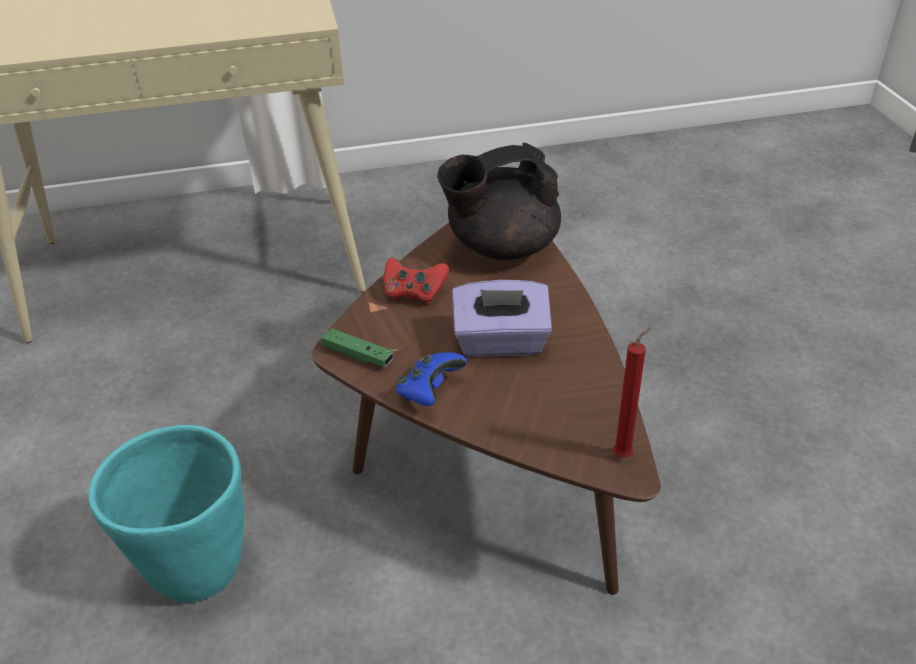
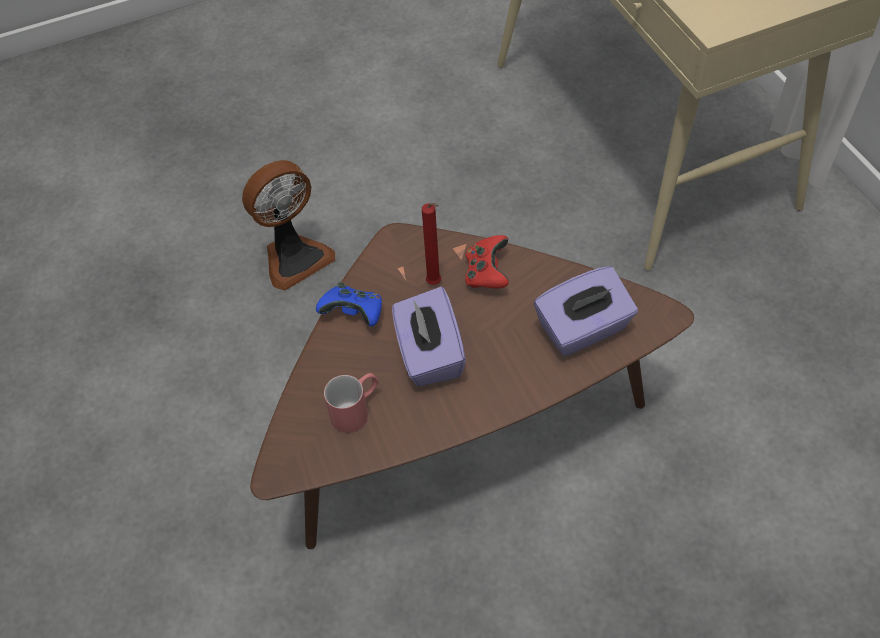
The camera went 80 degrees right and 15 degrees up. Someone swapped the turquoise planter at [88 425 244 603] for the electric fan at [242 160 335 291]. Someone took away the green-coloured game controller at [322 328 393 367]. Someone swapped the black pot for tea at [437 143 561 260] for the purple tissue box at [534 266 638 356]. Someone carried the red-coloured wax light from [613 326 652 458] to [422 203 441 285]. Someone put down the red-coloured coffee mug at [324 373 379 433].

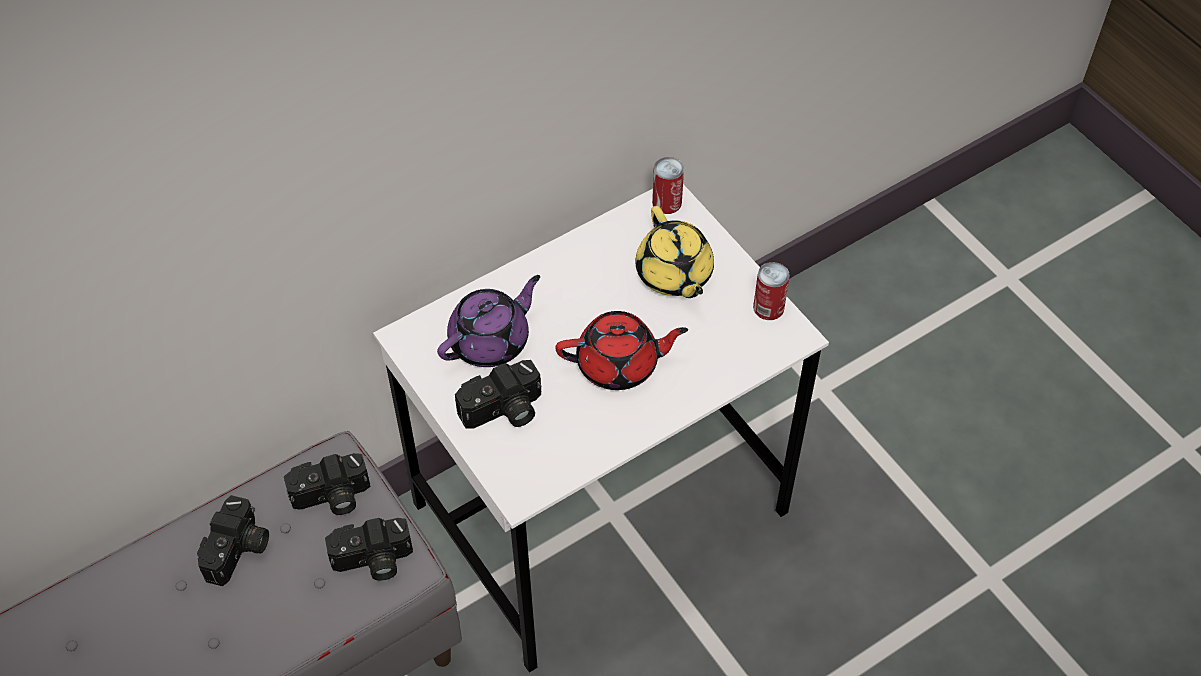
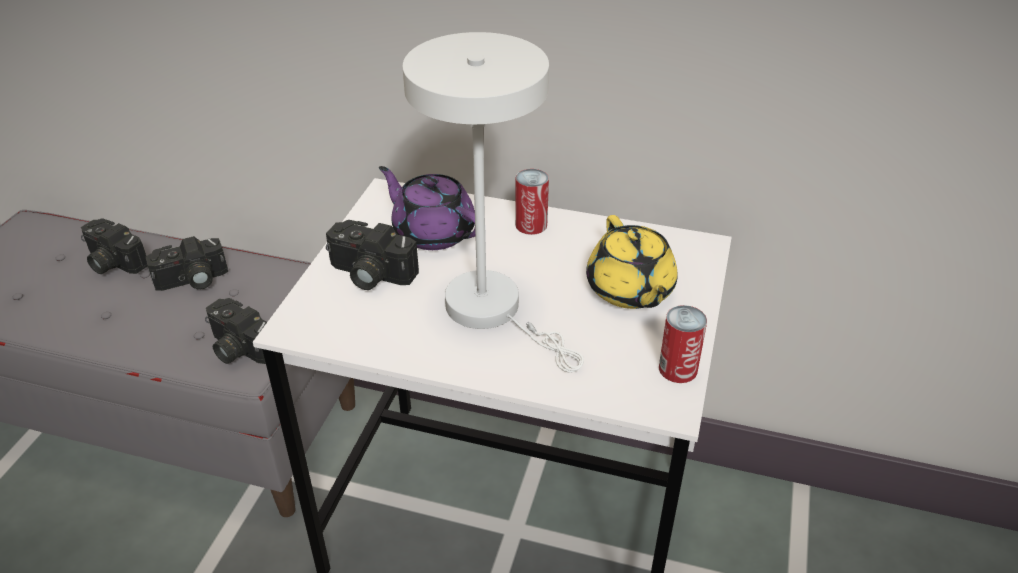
The camera went 50 degrees right and 15 degrees down. Someone carried the photo camera from [284 453 371 515] to [81 218 148 274]. Someone rotated the purple pot for tea at [437 275 540 367] by 150 degrees counterclockwise. Someone swapped the red-coloured pot for tea at [556 311 688 390] for the white-coloured table lamp at [402 32 584 372]. Someone rotated the yellowish pot for tea at [635 206 714 298] by 45 degrees counterclockwise. Someone carried the sealed can from [652 157 684 214] to [515 169 549 235].

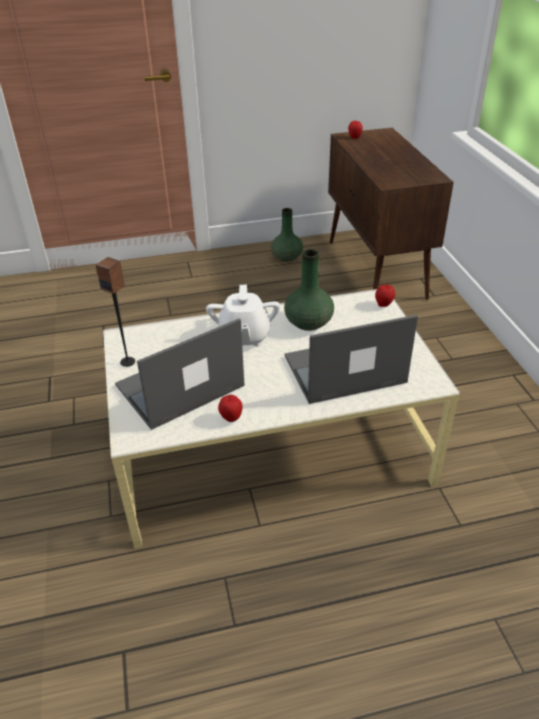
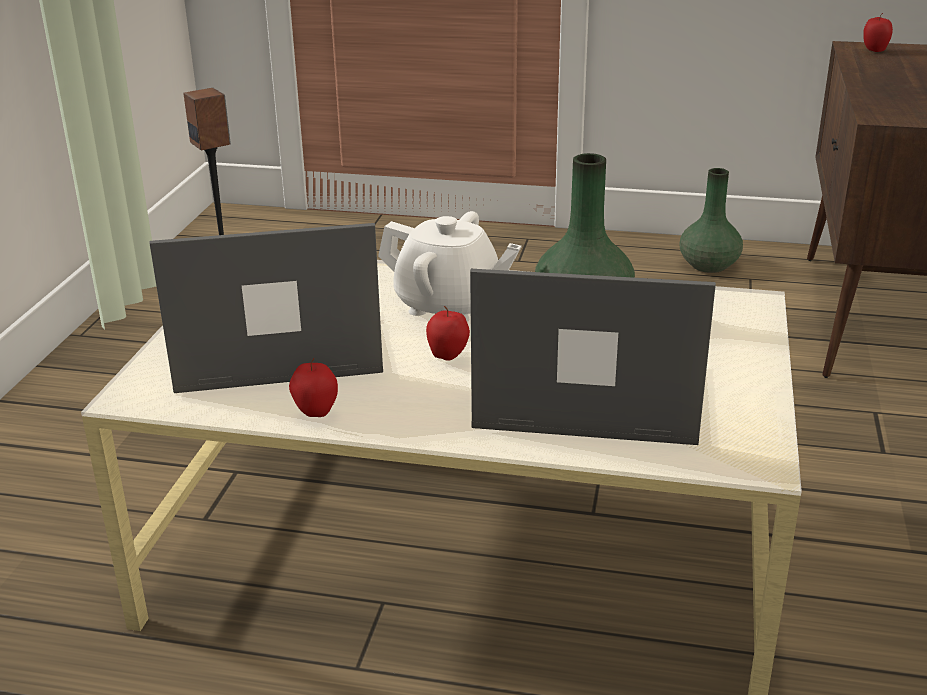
The camera went 25 degrees right and 10 degrees down. Someone rotated the white-coloured pot for tea at [206 285 280 346] by 90 degrees counterclockwise. Someone carried the apple fruit from [375 284 395 307] to [426 306 470 361].

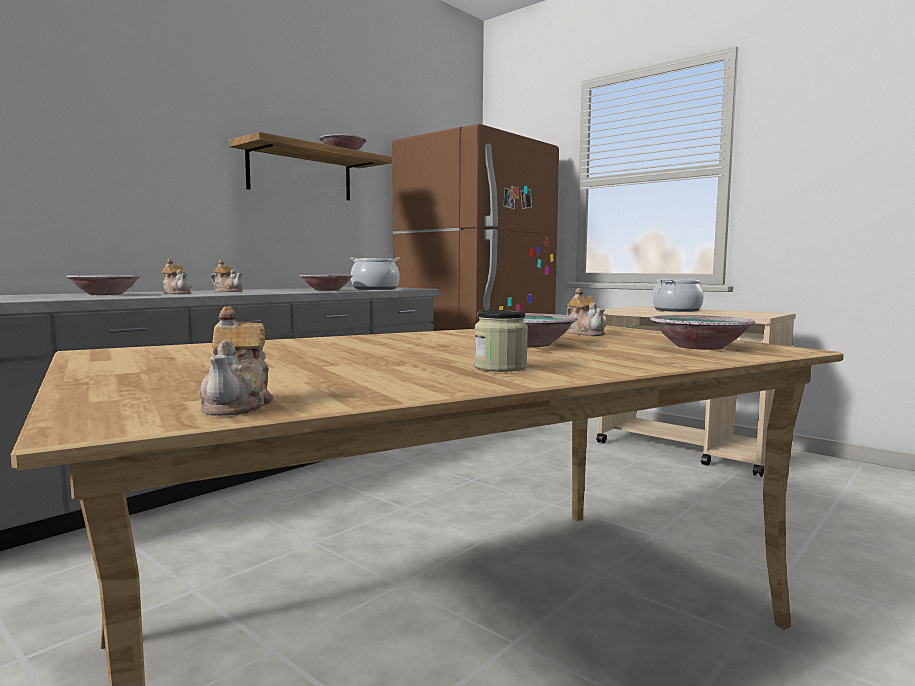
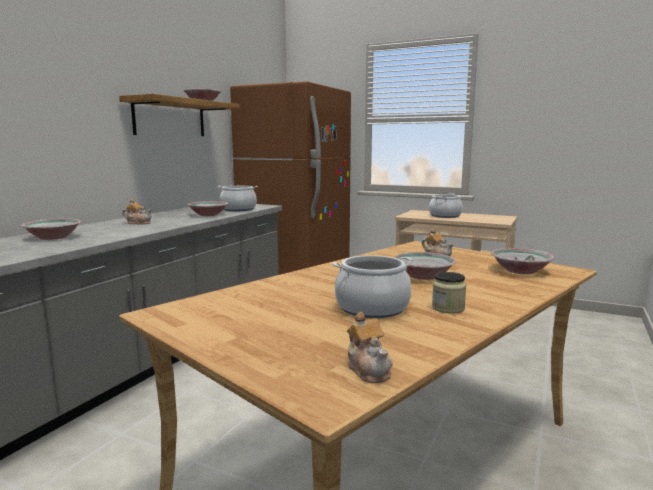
The camera went 15 degrees left and 5 degrees up. Someone took away the pot for tea at [162 259 192 294]. Someone put down the cooking pot at [333 255 413 318].

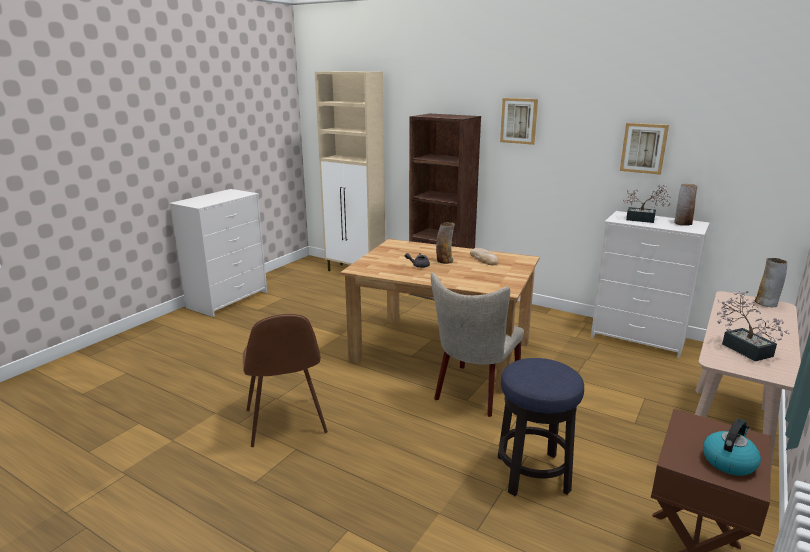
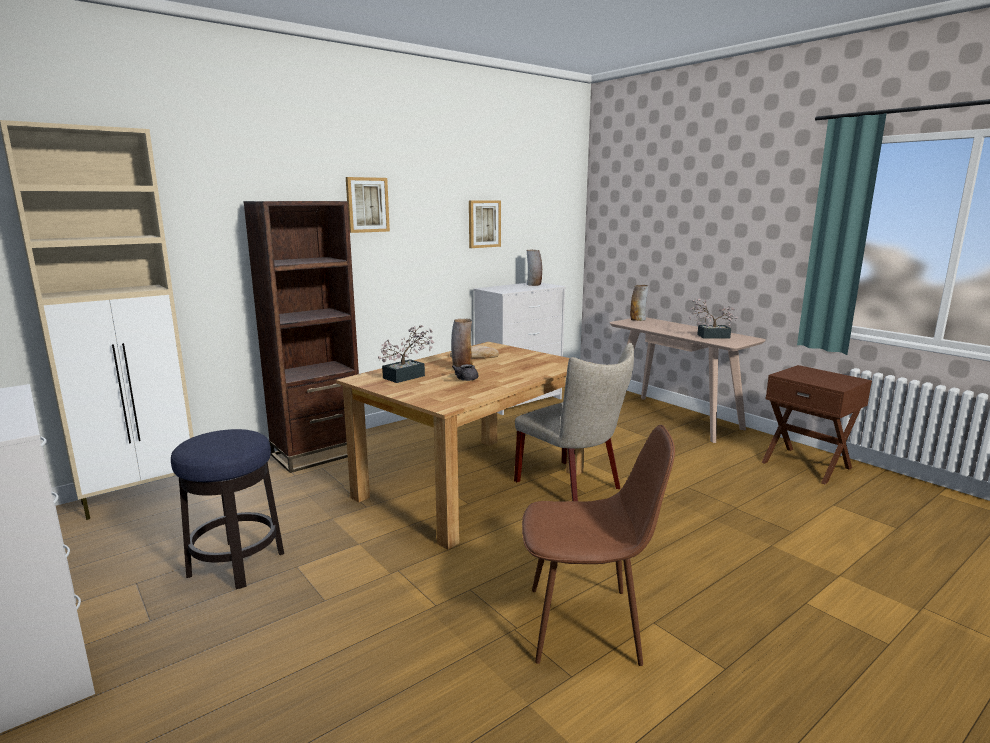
The camera went 70 degrees left and 5 degrees down. Someone carried the stool from [498 358 584 496] to [171 429 284 589]. Someone carried the plant in a pot from [621 185 671 223] to [378 325 434 383]. Someone took away the water kettle at [703 419 761 476].

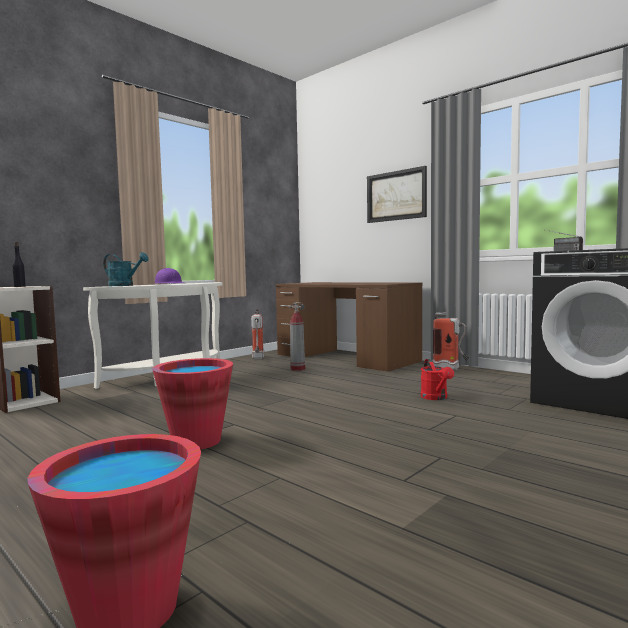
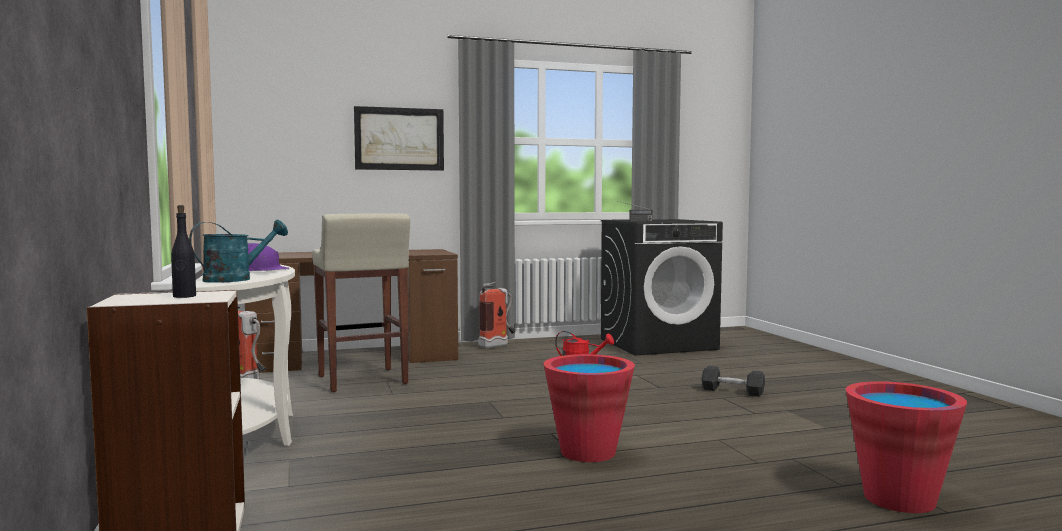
The camera went 60 degrees left and 0 degrees up. Someone swapped the extinguisher at [289 302 305 371] for the beige-coloured stool at [312 213 410 392]. Someone put down the gray hand weight at [702 366 765 397].

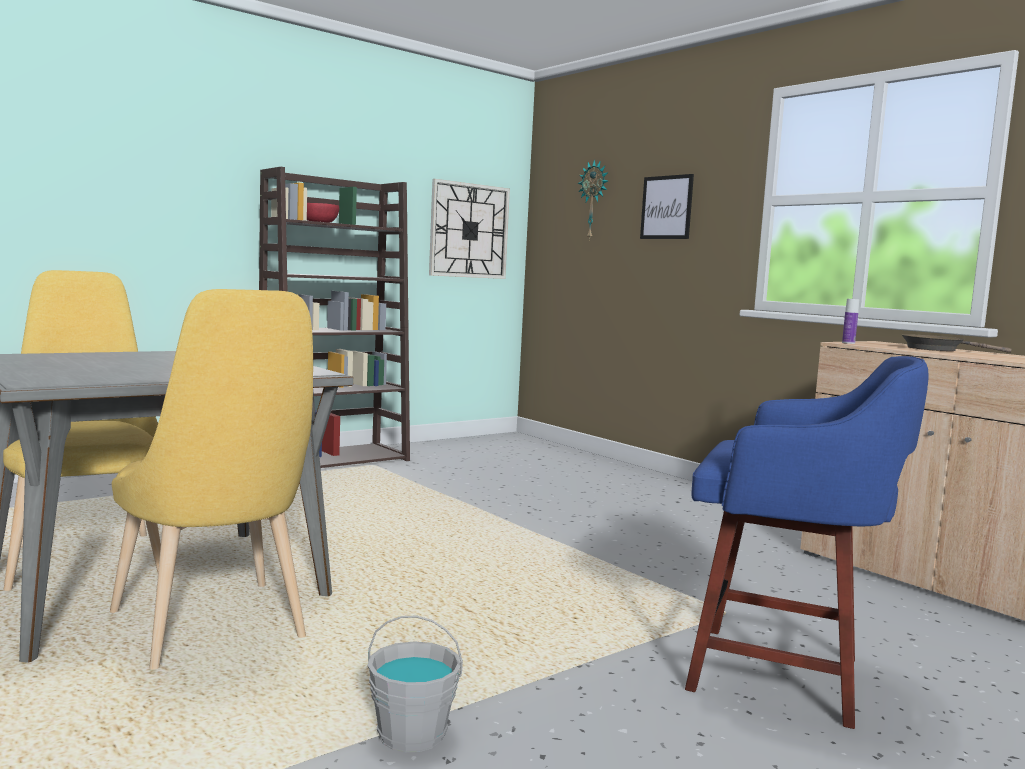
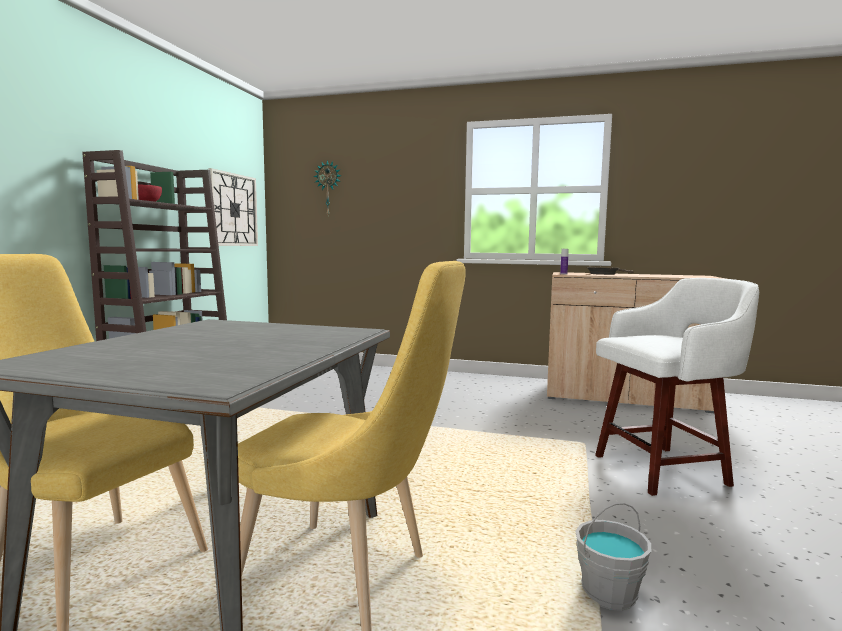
The camera went 35 degrees left and 0 degrees up. Someone took away the picture at [640 174 694 239]. Someone repainted the blue-coloured stool at [685 356 929 729], which became the white-coloured stool at [595 278 759 496].

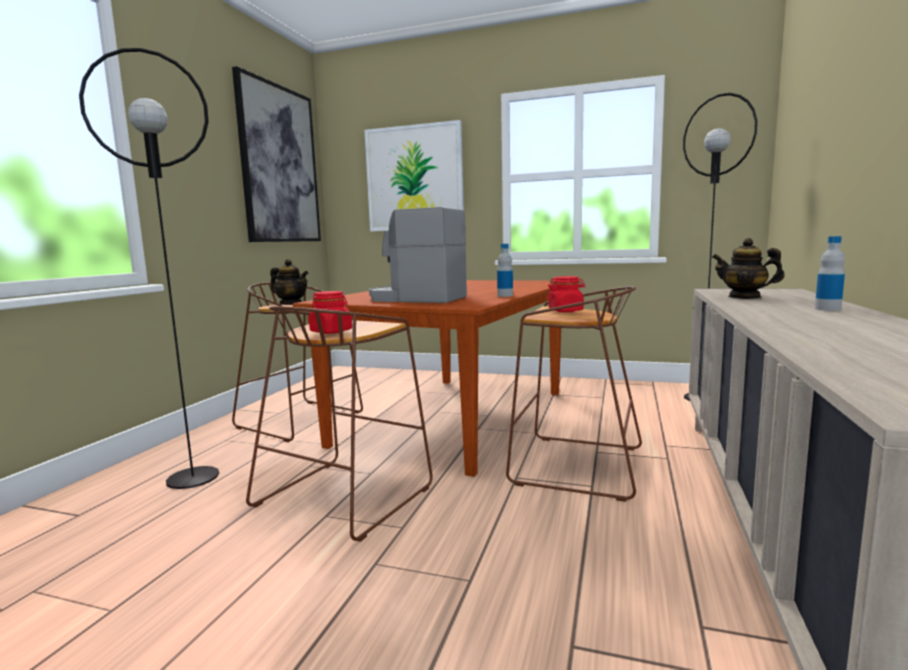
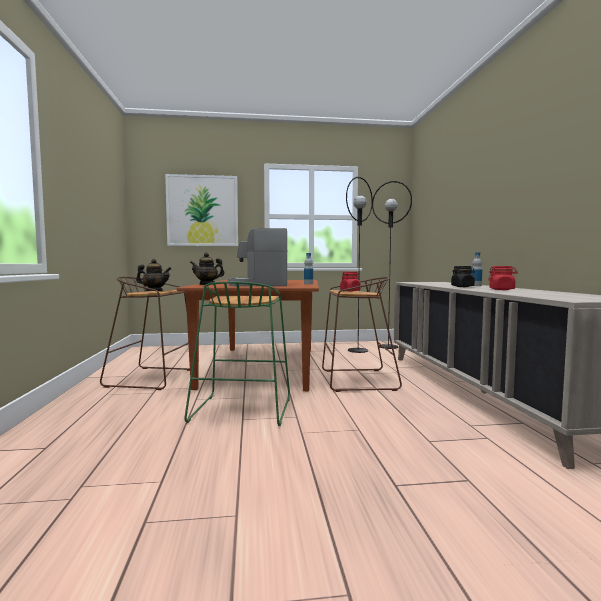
The camera went 25 degrees left and 5 degrees down. Someone carried the black floor lamp from [79 48 219 489] to [346 177 373 353]. Someone took away the picture at [232 66 321 242]. Someone repainted the brownish stool at [246 306 433 542], which became the green-coloured stool at [184 281 290 426]. Someone carried the red-coloured jar from [309 291 352 334] to [488 266 518 290]. Someone carried the pot for tea from [712 238 785 299] to [190 253 225 285]. Someone put down the black jar at [451 266 475 287].

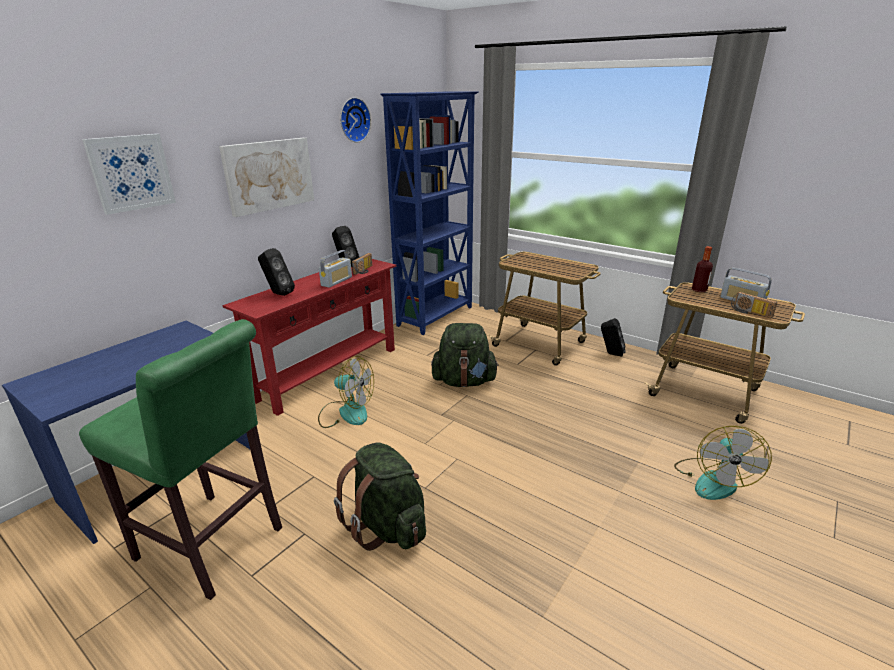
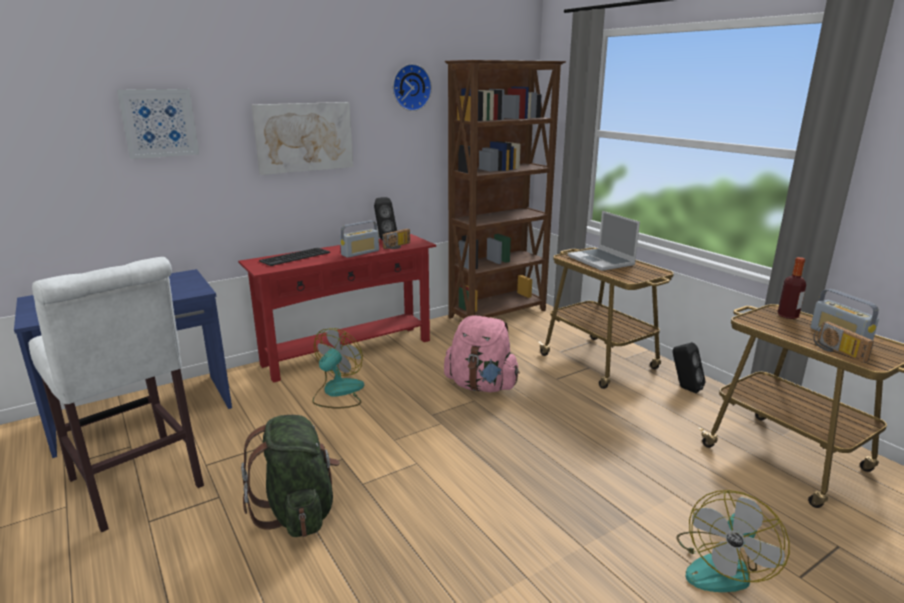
The camera went 20 degrees right and 5 degrees down. Someone repainted the green-coloured stool at [79 319 282 600], which became the white-coloured stool at [28 257 204 532]. Someone swapped the black loudspeaker at [258 248 295 296] for the computer keyboard at [259 248 330 266]. Someone rotated the electric fan at [318 356 374 428] by 105 degrees counterclockwise. Someone repainted the blue-coloured shelving unit at [380 92 479 335], which became the brownish shelving unit at [445 60 566 319]. Someone repainted the green-coloured backpack at [431 323 499 387], which became the pink backpack at [444 315 520 392]. Someone put down the laptop at [568 211 640 271].

